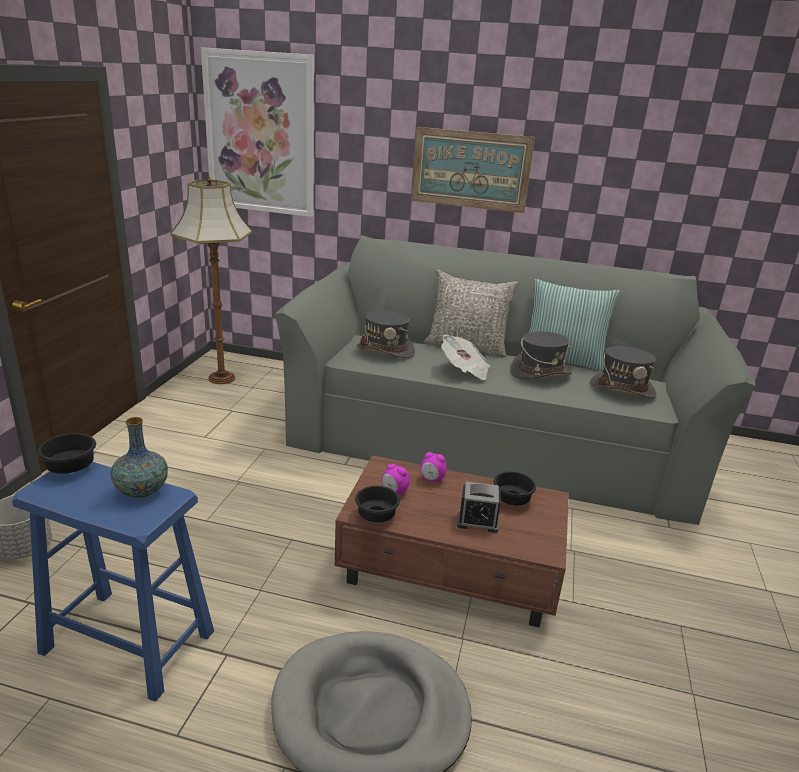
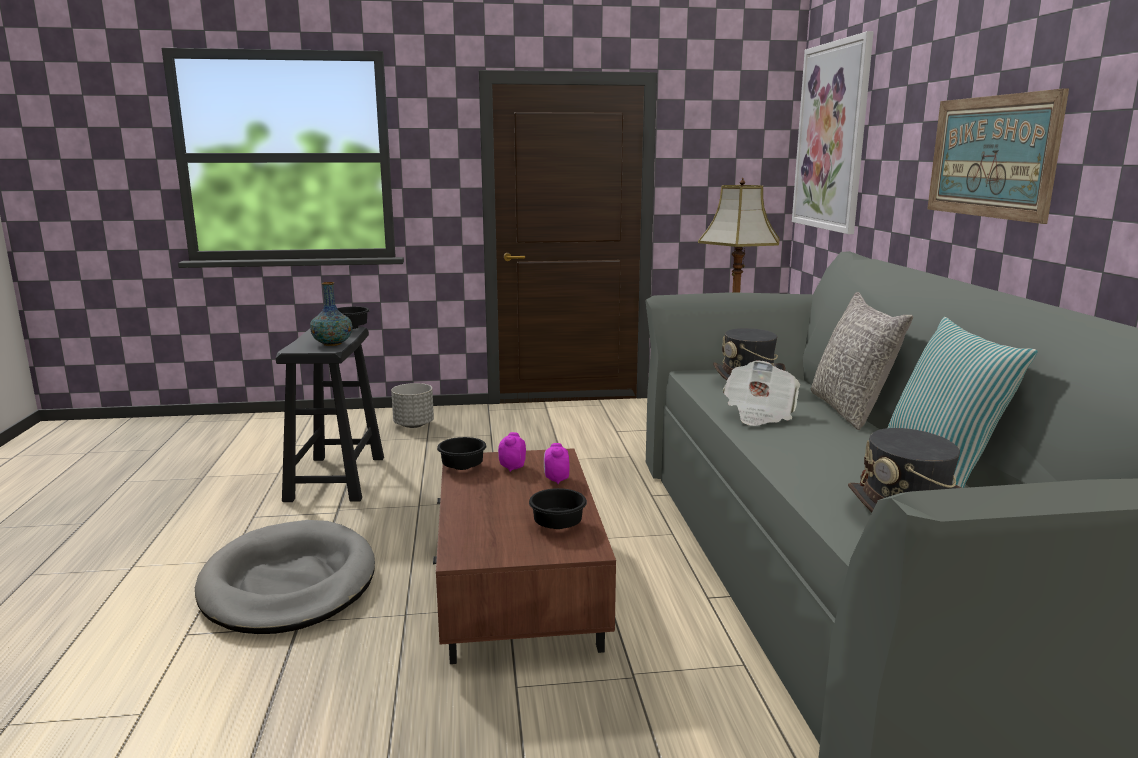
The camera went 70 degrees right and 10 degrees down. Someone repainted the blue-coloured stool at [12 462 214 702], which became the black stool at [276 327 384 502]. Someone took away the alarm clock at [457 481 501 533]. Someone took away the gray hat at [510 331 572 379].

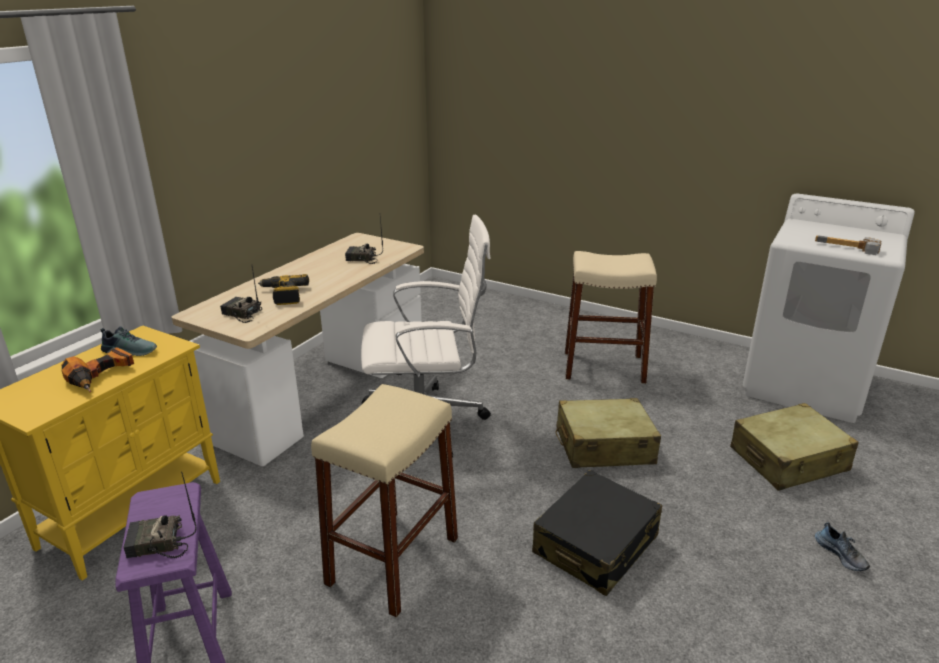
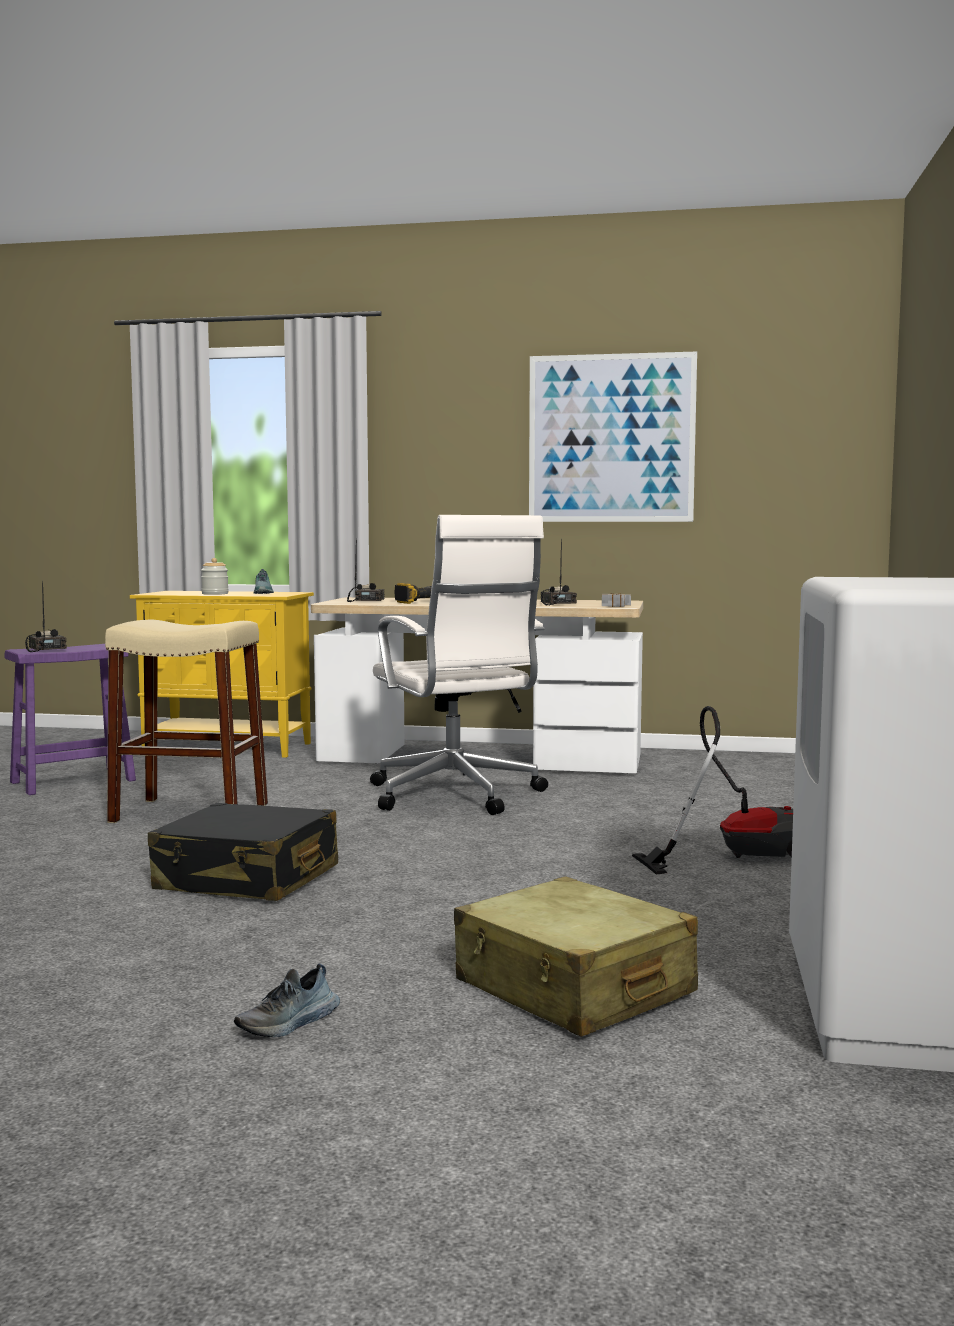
The camera went 70 degrees right and 20 degrees down. Someone swapped the electric drill at [61 347 134 392] for the jar at [201 558 229 595]. Someone took away the beige-coloured piece of luggage at [555 398 661 468]. Someone swapped the beige-coloured stool at [565 251 657 384] for the hoover at [632 706 793 875]. Someone carried the hand hammer from [815 235 882 255] to [602 593 631 607]. Someone put up the picture at [529 352 697 522].

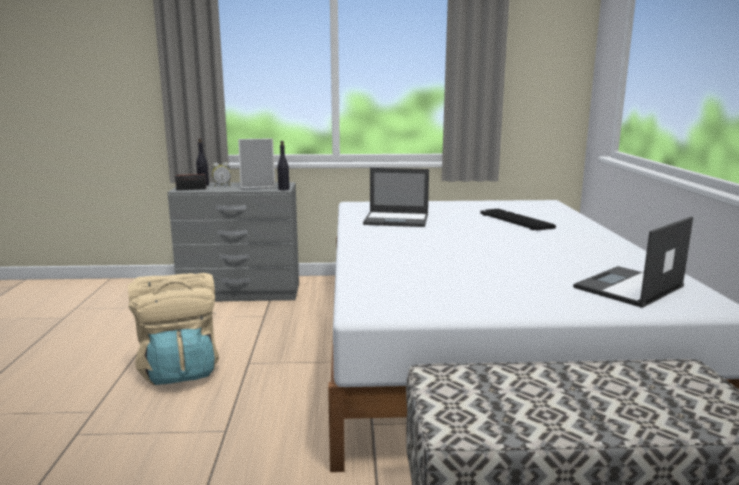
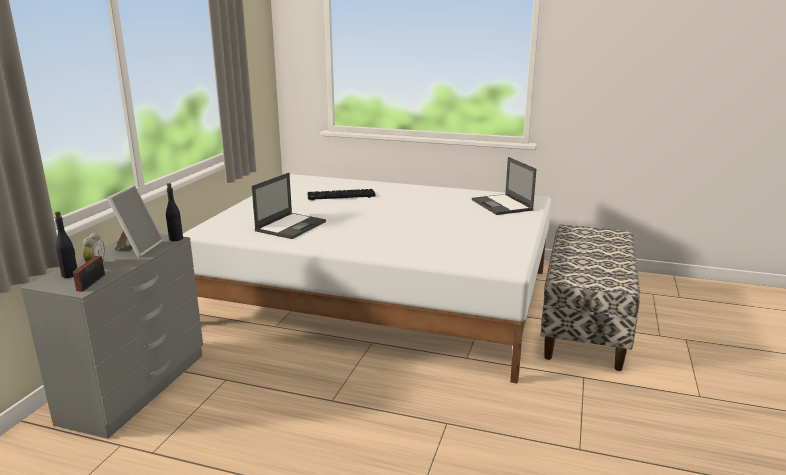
The camera went 70 degrees left and 5 degrees up. Someone took away the beige-coloured backpack at [128 273 219 385].

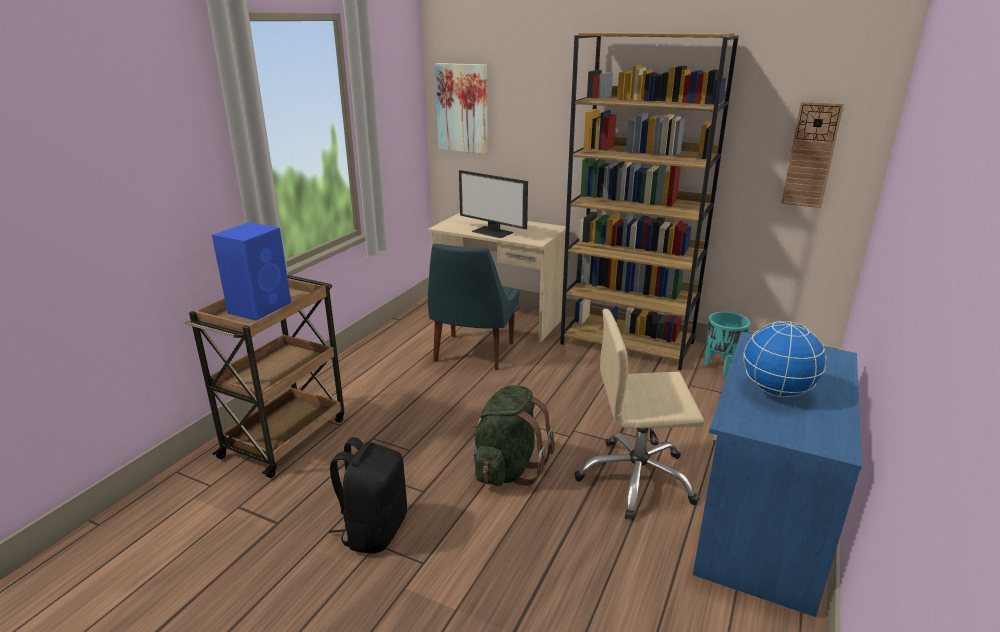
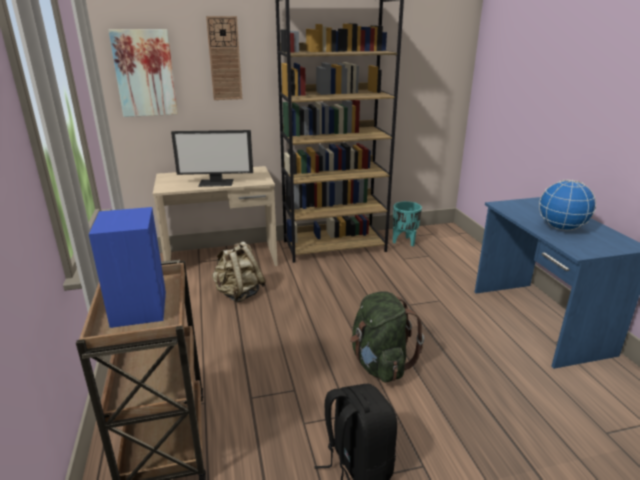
The camera went 40 degrees left and 0 degrees up. Someone swapped the blue-coloured plain chair at [428 243 520 370] for the beige-coloured backpack at [212 242 266 303]. Someone took away the beige-coloured computer chair at [574 309 704 520]. Someone carried the wall clock from [781 102 844 208] to [206 16 242 100].

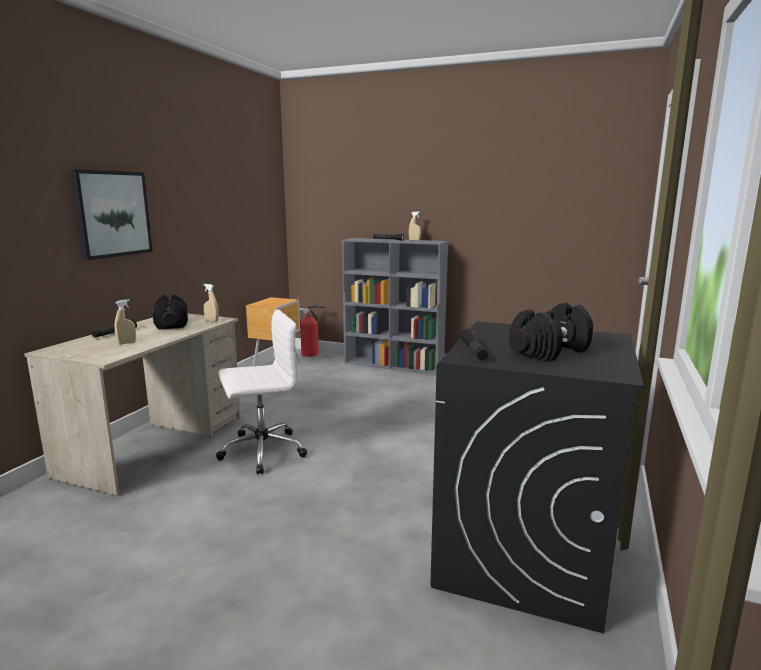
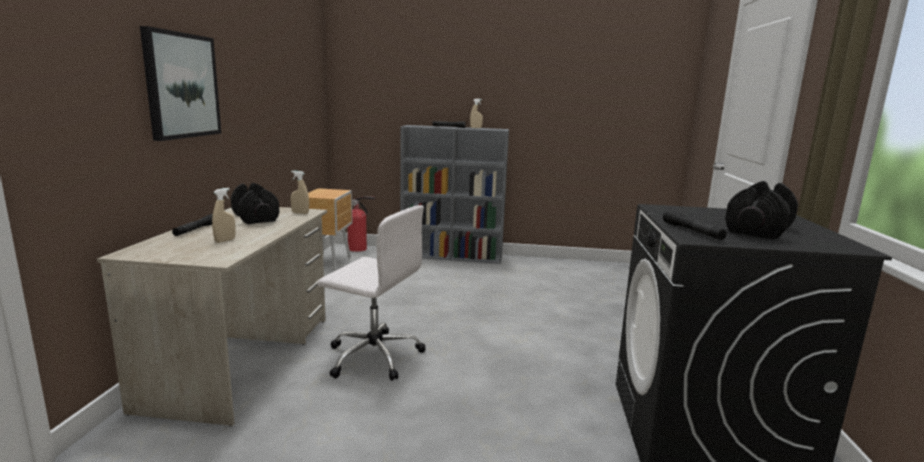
The camera went 15 degrees left and 0 degrees up. Someone rotated the white-coloured computer chair at [216 309 307 474] by 60 degrees clockwise.

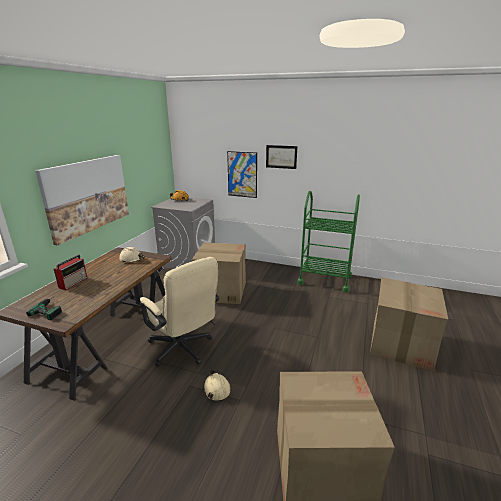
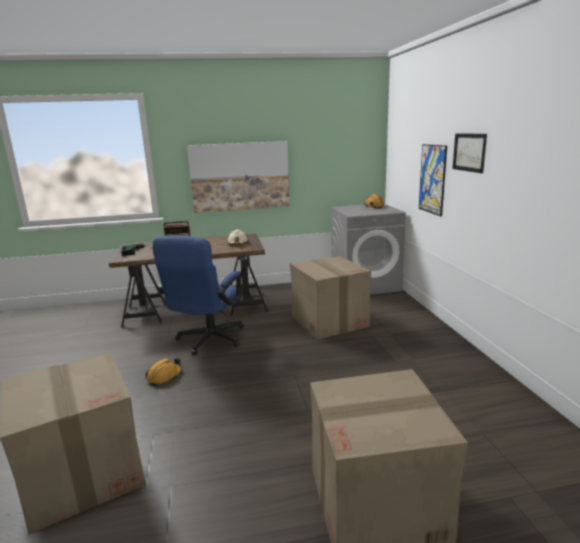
The camera went 60 degrees right and 5 degrees down. Someone repainted the beige-coloured computer chair at [140 257 219 367], which became the blue-coloured computer chair at [152 236 244 355]. Someone repainted the beige-coloured hard hat at [203 369 231 401], which became the orangey hard hat at [146 358 182 386]. Someone took away the green-coloured trolley at [298 191 360 293].

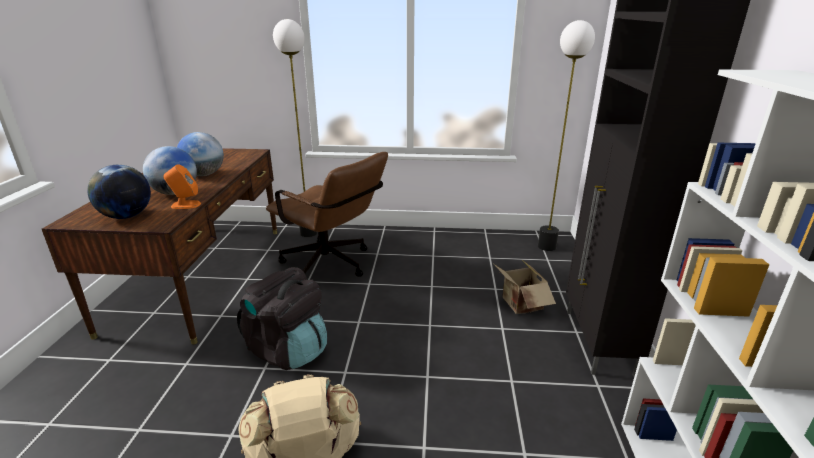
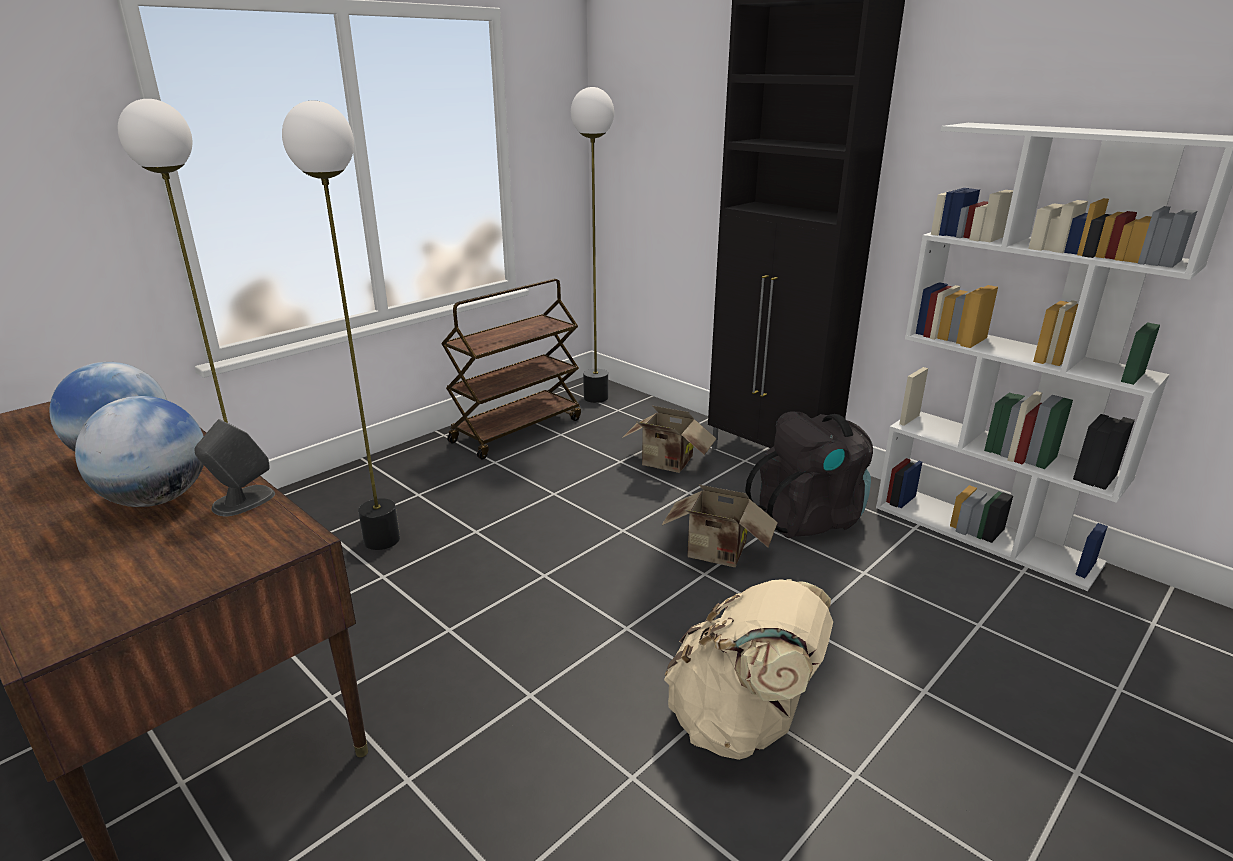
The camera went 50 degrees left and 0 degrees up. Someone took away the world globe at [87 165 151 219]. Someone repainted the orangey loudspeaker at [163 164 201 209], which became the gray loudspeaker at [194 419 275 516]. Someone carried the black backpack from [237 267 327 370] to [745 411 873 538]. Someone swapped the brownish computer chair at [266 152 388 280] for the floor lamp at [282 100 400 550]. Someone put down the brownish trolley at [441 279 581 460]. Someone put down the cardboard box at [661 484 778 567].

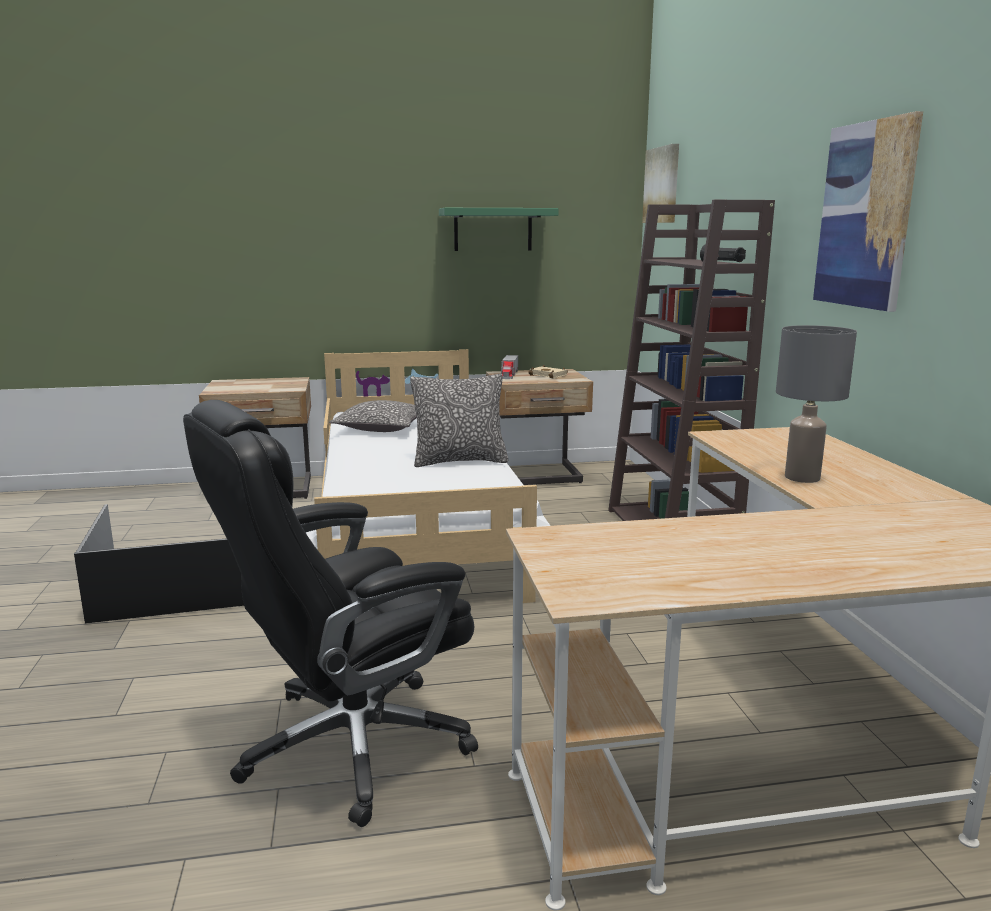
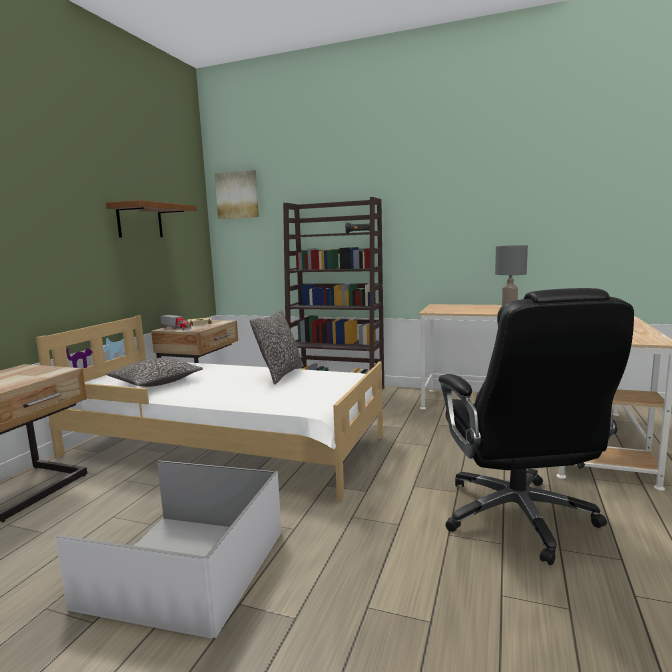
The camera went 60 degrees left and 5 degrees down. Someone repainted the black storage box at [74 504 244 624], which became the white-coloured storage box at [55 460 281 639]. Someone repainted the green-coloured bracket shelf at [439 208 559 251], which became the brownish bracket shelf at [106 200 197 237]. Someone took away the picture at [813 111 923 312].

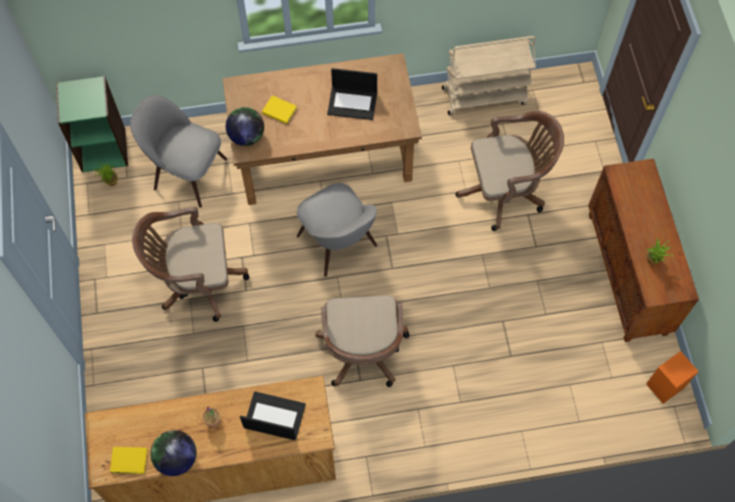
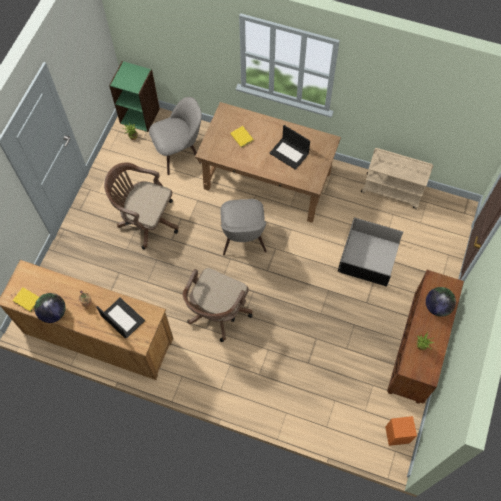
The camera went 30 degrees right and 0 degrees up. Someone rotated the gray plain chair at [130 95 227 208] by 105 degrees clockwise. Someone carried the world globe from [226 107 264 146] to [426 287 456 317]. Someone swapped the brownish computer chair at [456 110 564 231] for the black storage box at [338 217 403 287].

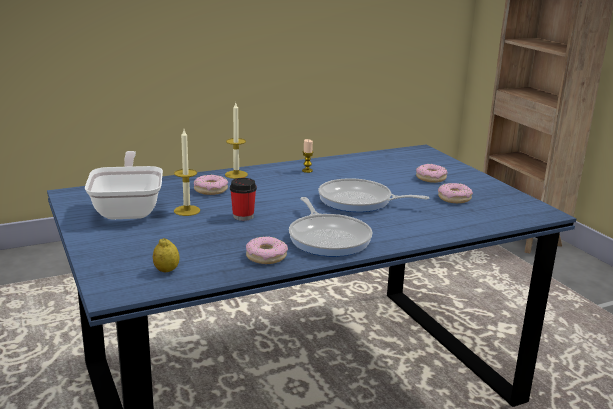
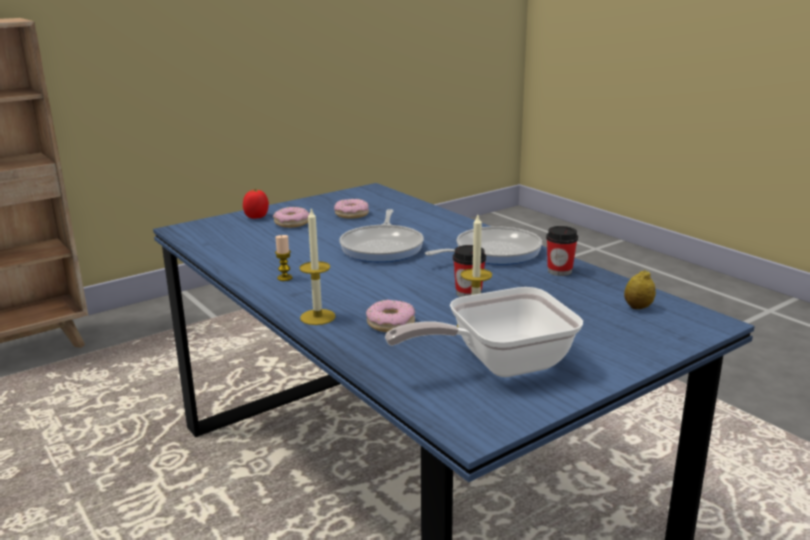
The camera went 100 degrees left and 0 degrees up. Someone swapped the donut at [246 237 288 264] for the drinking cup at [546 226 578 276]. Someone put down the whole tomato at [243 189 269 219].

